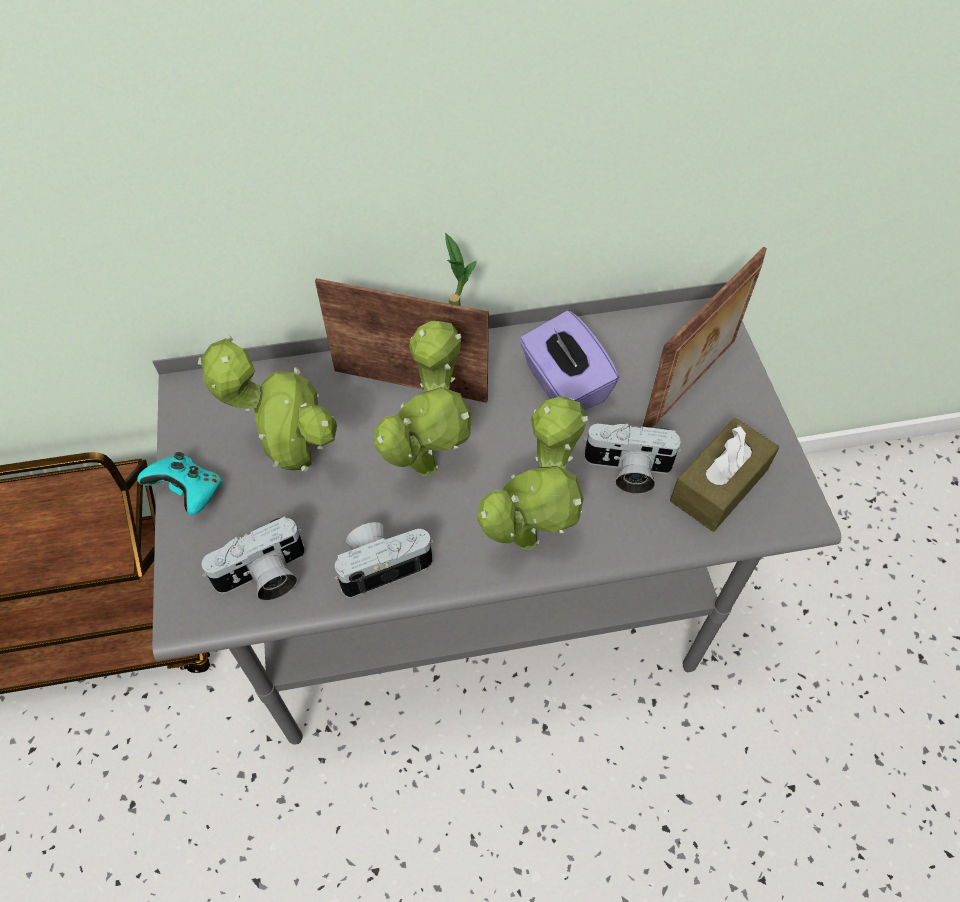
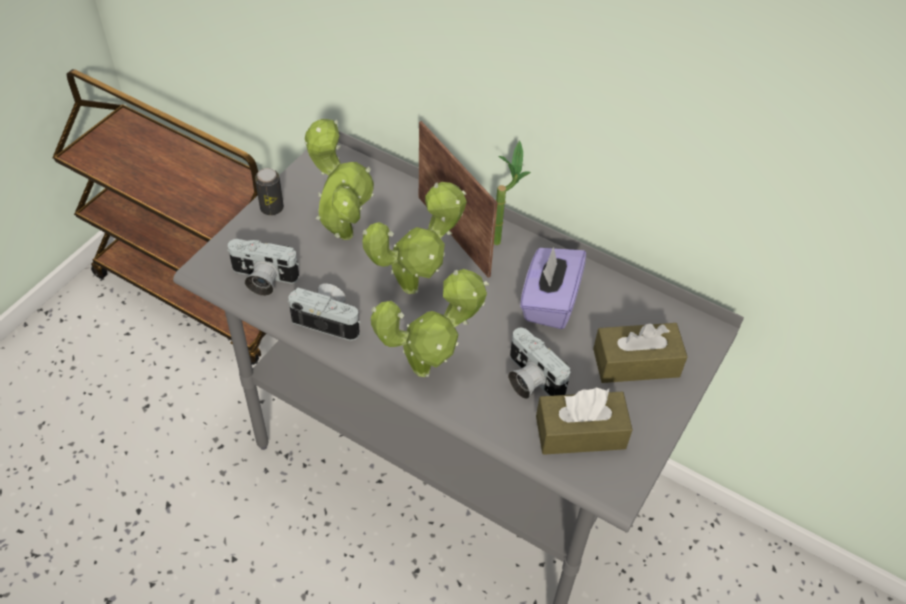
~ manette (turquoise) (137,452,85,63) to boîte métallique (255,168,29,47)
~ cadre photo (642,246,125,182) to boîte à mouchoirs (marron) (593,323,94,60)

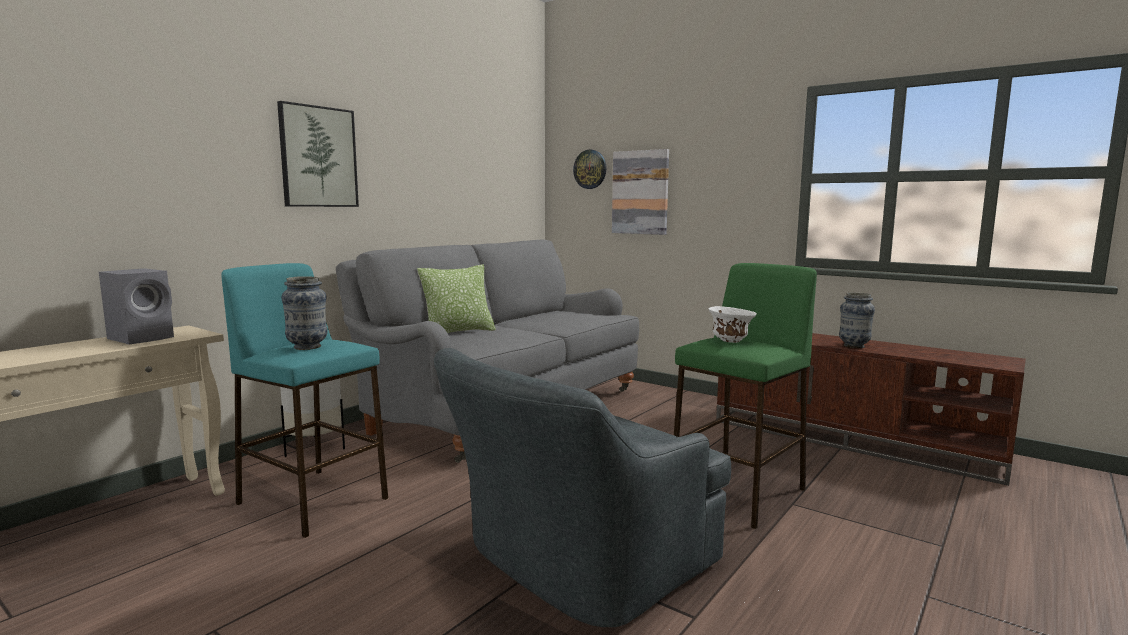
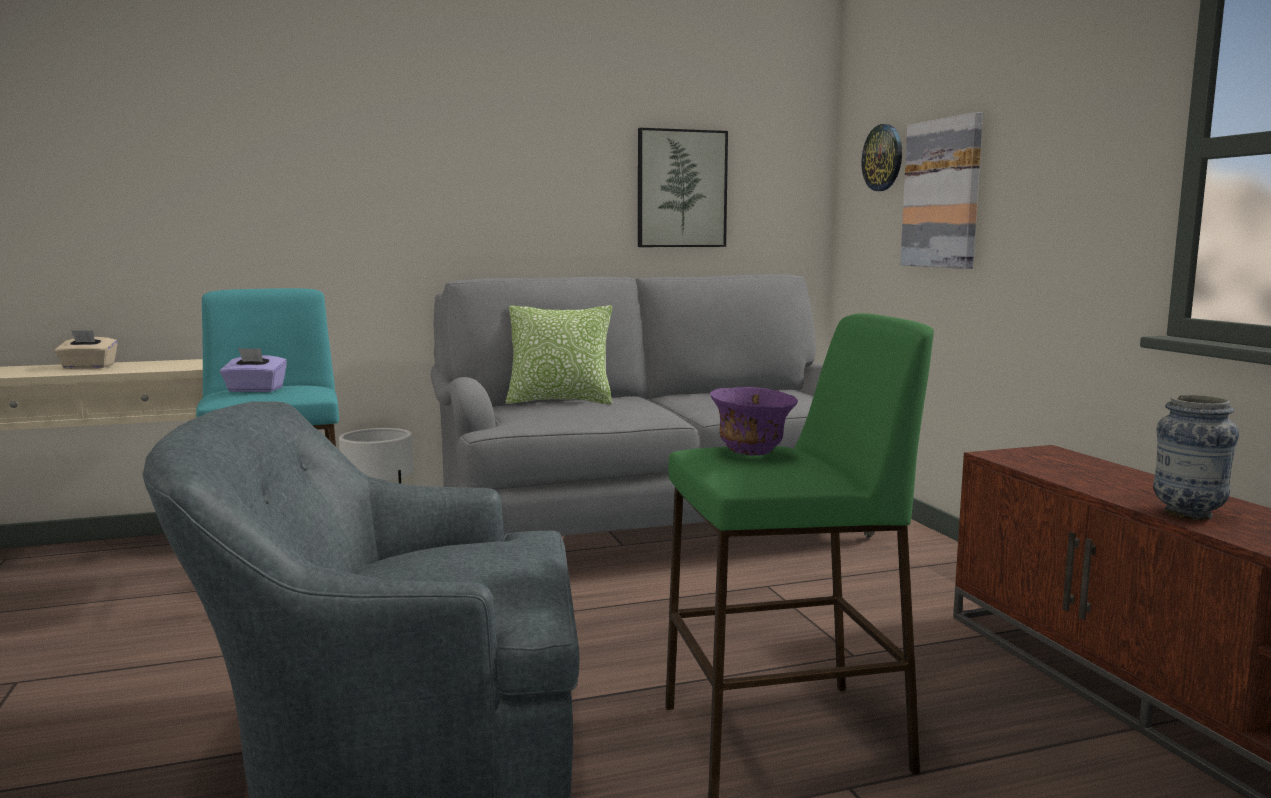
+ boîte à mouchoirs (beige) (55,330,63,39)
~ vase (281,276,46,74) to boîte à mouchoirs (violet) (220,348,67,44)
~ tableau (277,101,82,106) to (638,128,90,119)
~ bol (blanc) (708,306,49,37) to bol (violet) (710,387,88,68)
- enceinte (gris) (99,268,75,76)

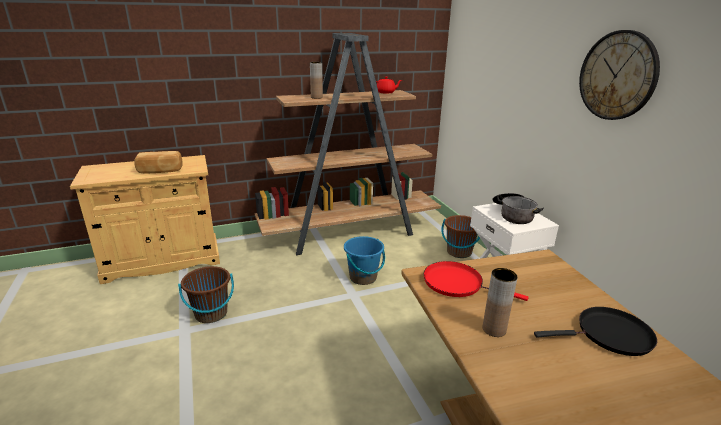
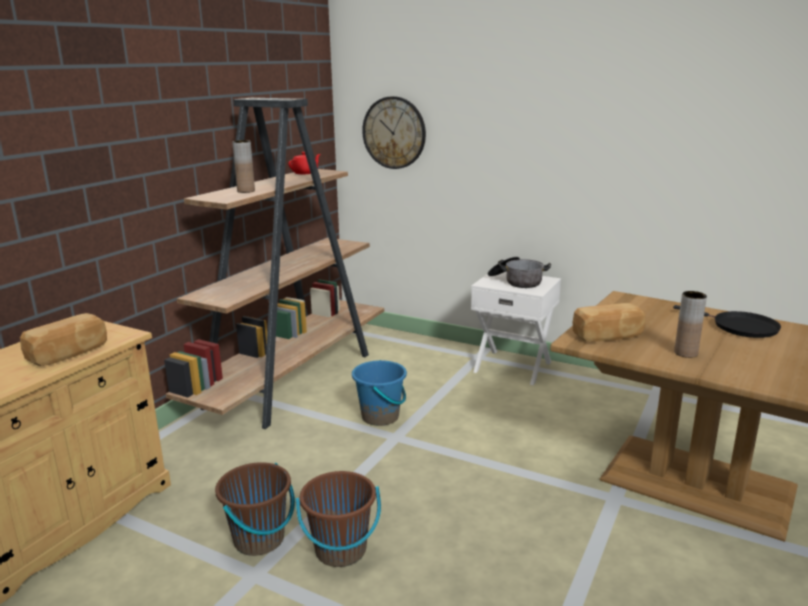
~ seau (marron) (441,215,39,43) to (295,471,86,96)
~ horloge murale (579,30,81,90) to (362,96,64,73)
~ poêle (rouge) (423,261,106,40) to pain (573,303,72,39)
~ poêle (noir) (534,307,123,49) = (673,305,108,33) 90 degrees clockwise

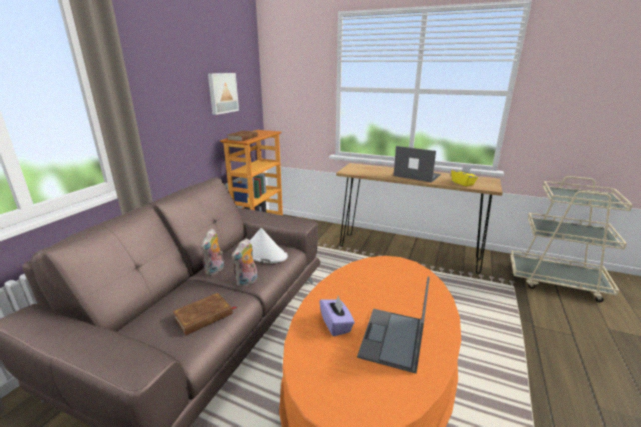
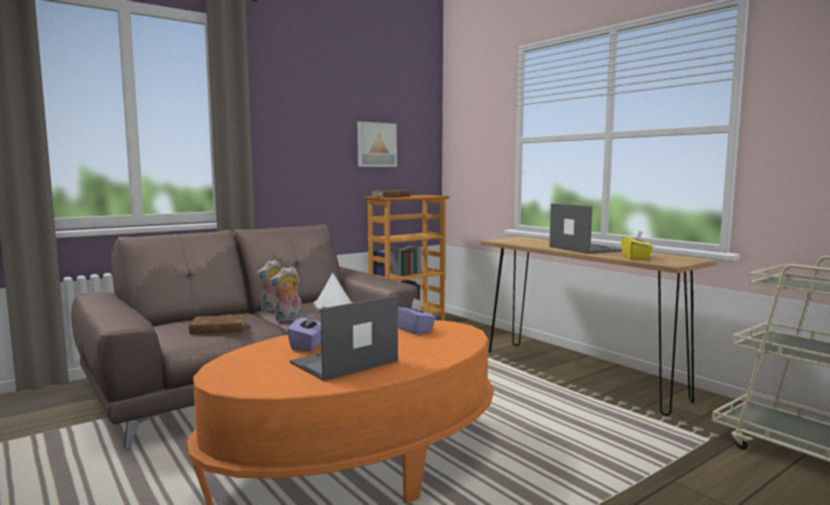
+ boîte à mouchoirs (violet) (398,299,38,36)

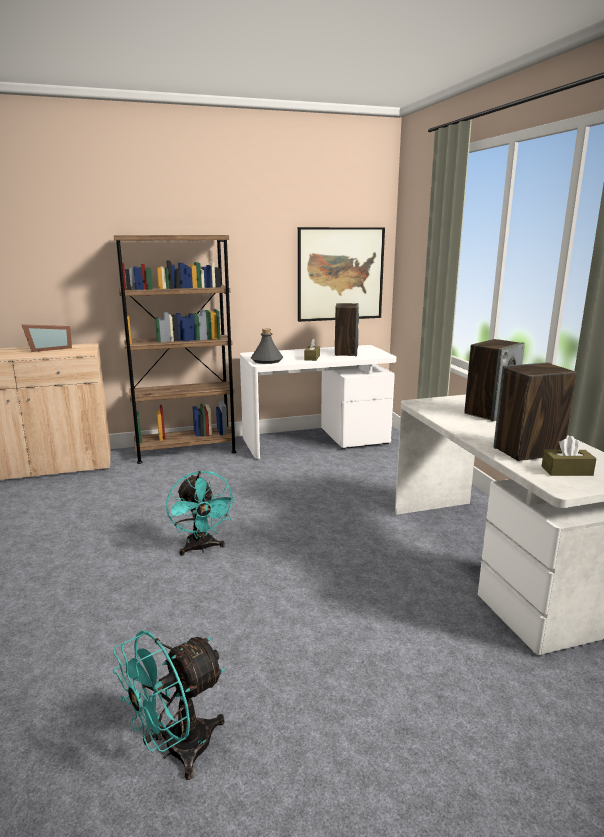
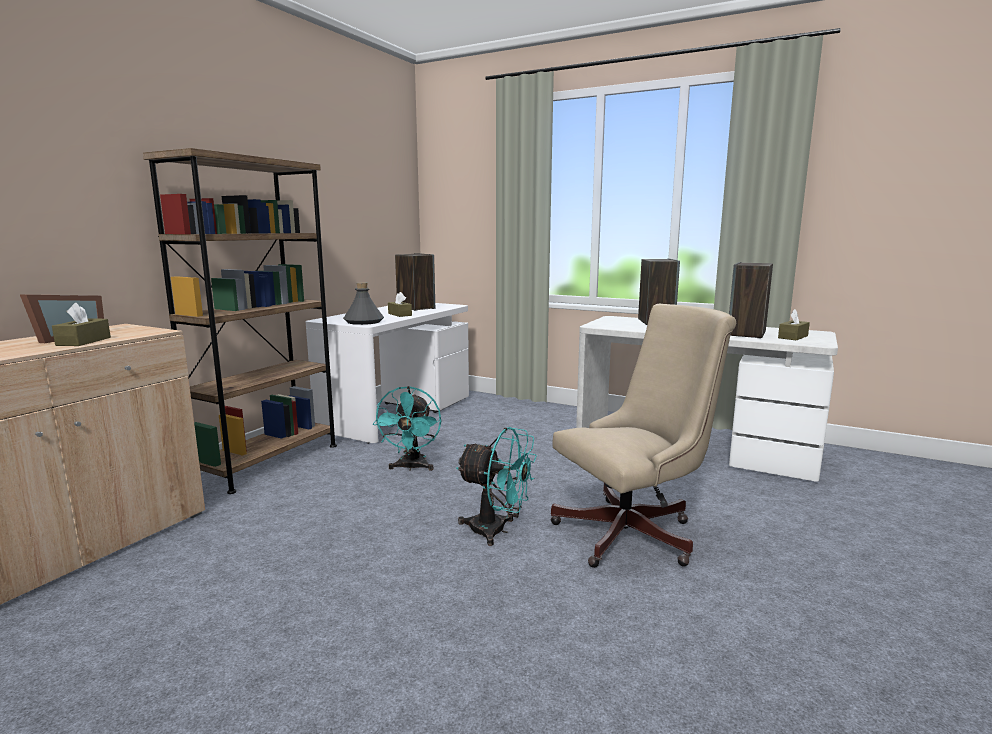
+ boîte à mouchoirs (marron) (52,303,59,43)
~ ventilateur (turquoise) (113,630,112,150) to (373,386,68,85)
+ chaise de bureau (beige) (551,304,185,264)
- tableau (298,227,87,95)

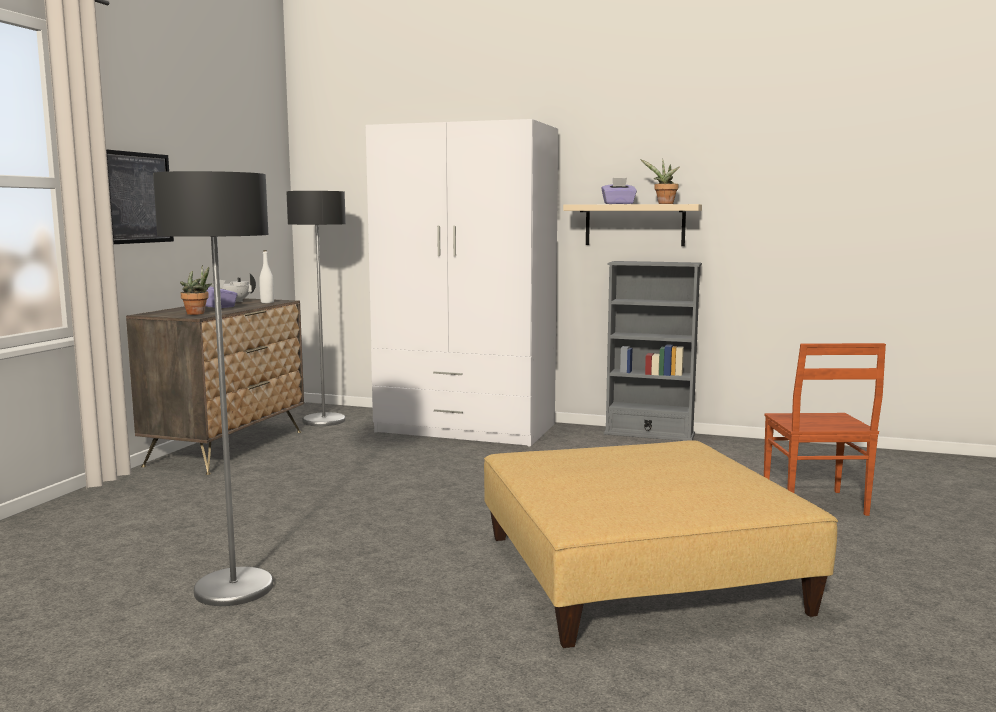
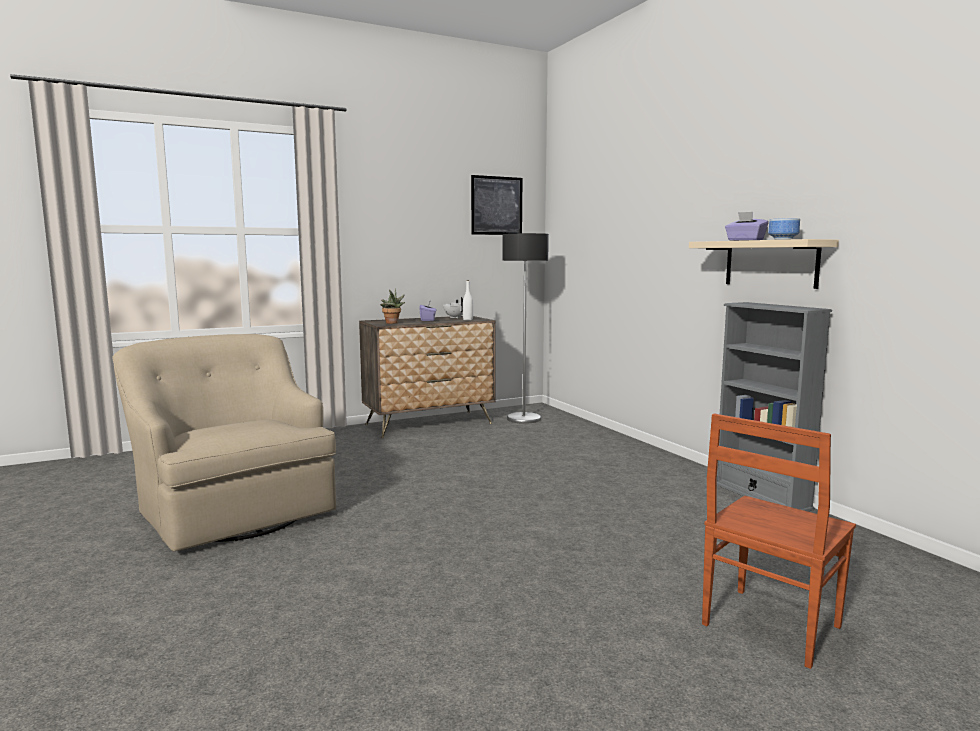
~ lampadaire (153,171,120,435) to fauteuil (beige) (112,334,224,217)
~ tableau (106,149,68,95) to (471,175,51,60)
~ plante en pot (640,159,40,45) to bol (768,218,32,22)
- armoire (blanc) (366,119,192,328)
- pouf (beige) (484,440,354,208)

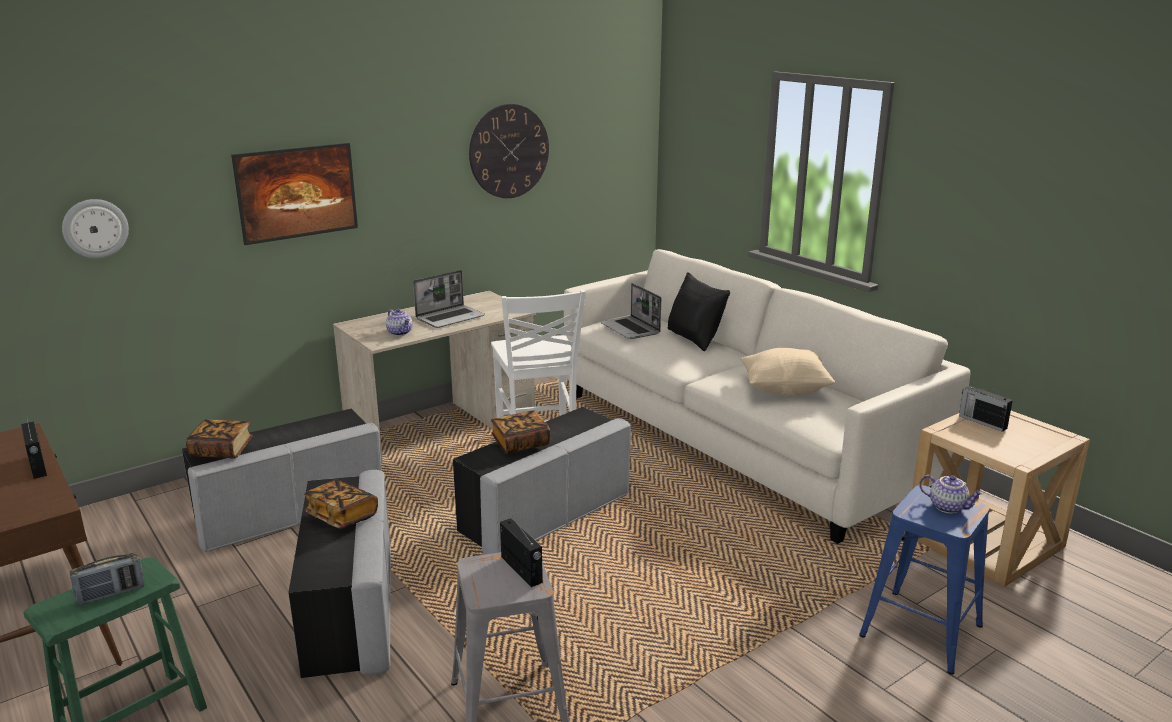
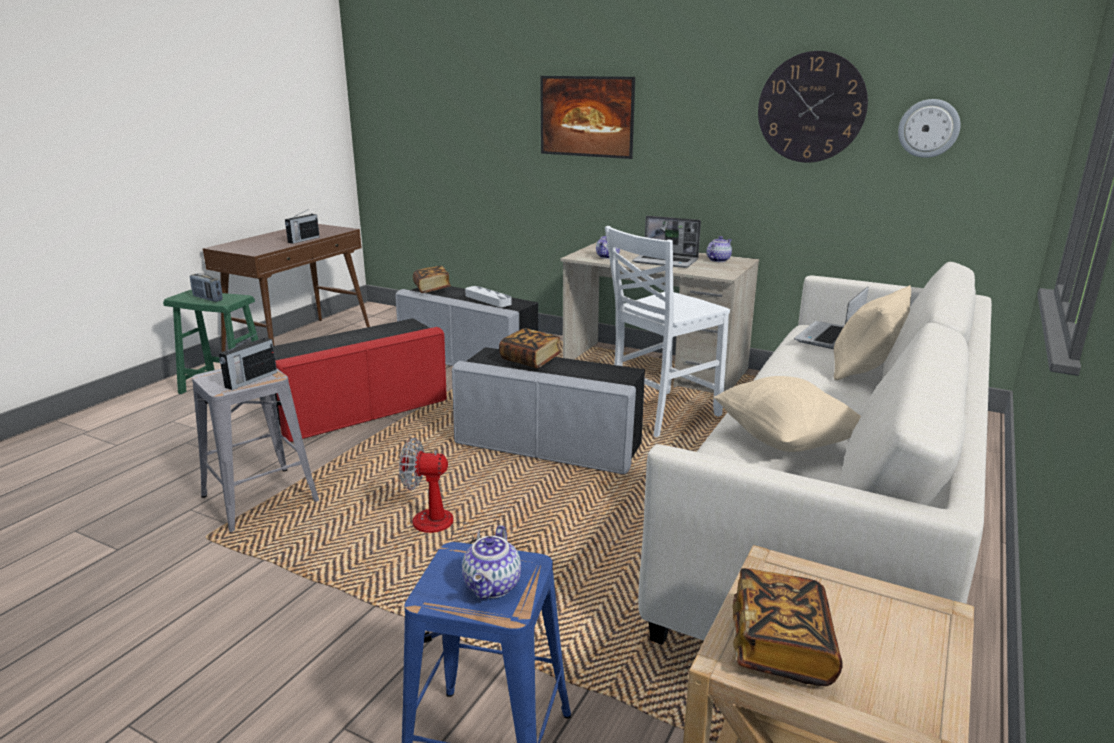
~ pouf (gris) (288,470,103,208) to pouf (rouge) (273,318,174,124)
+ ventilateur (399,438,81,106)
+ plateau (gris) (465,286,47,21)
+ théière (707,236,25,26)
~ livre (304,480,74,49) to (732,568,111,118)
~ coussin (noir) (668,272,62,79) to coussin (beige) (834,285,77,95)
~ horloge murale (62,199,67,59) to (898,99,63,59)
- radio (959,386,54,46)

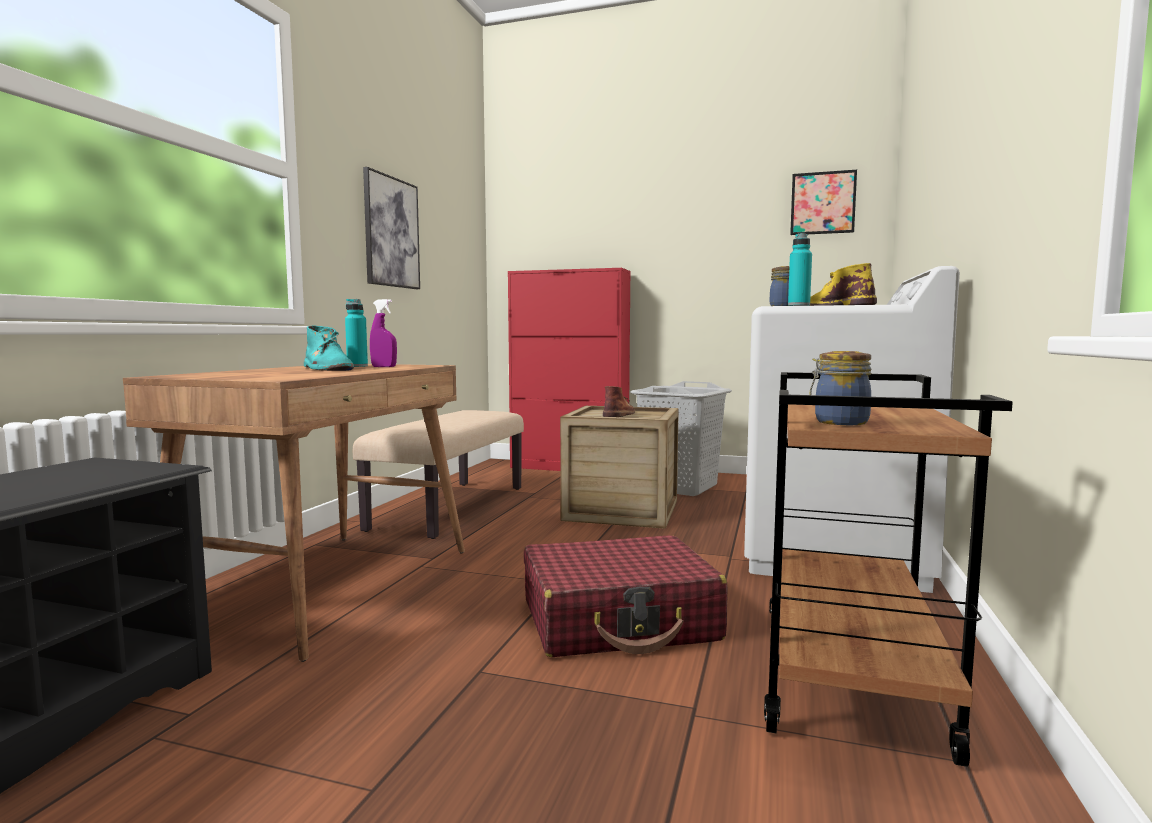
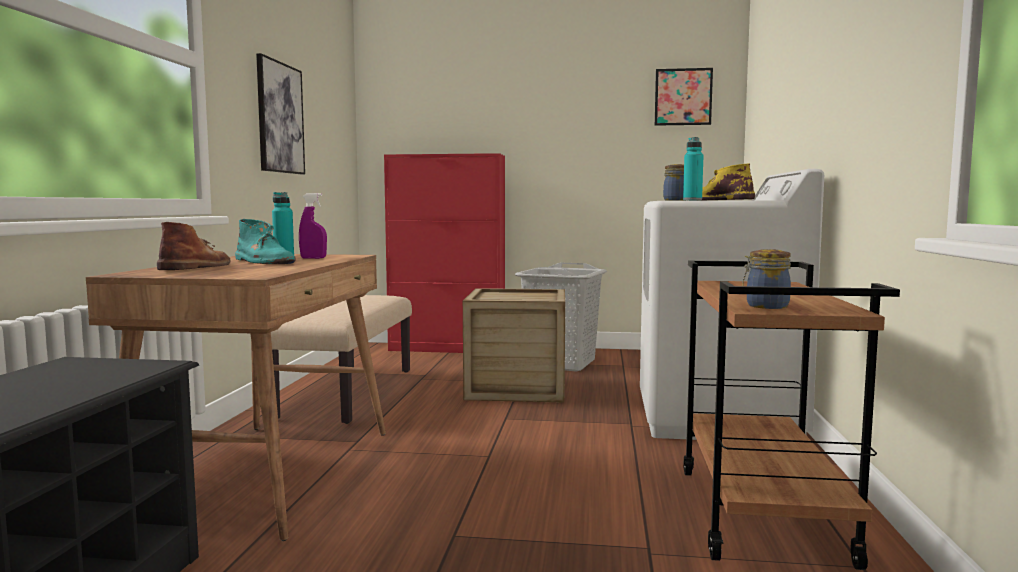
~ botte (marron) (603,386,32,31) to (157,222,74,48)
- valise (rouge) (524,535,204,122)

